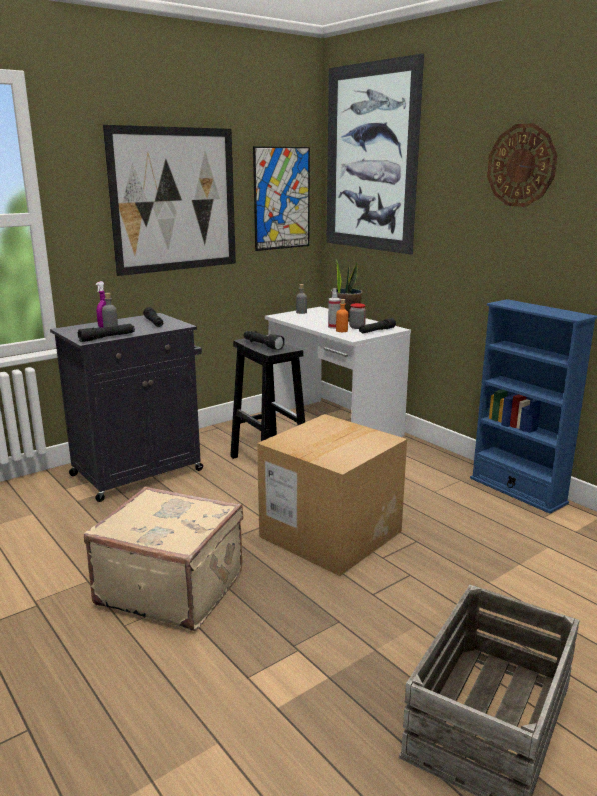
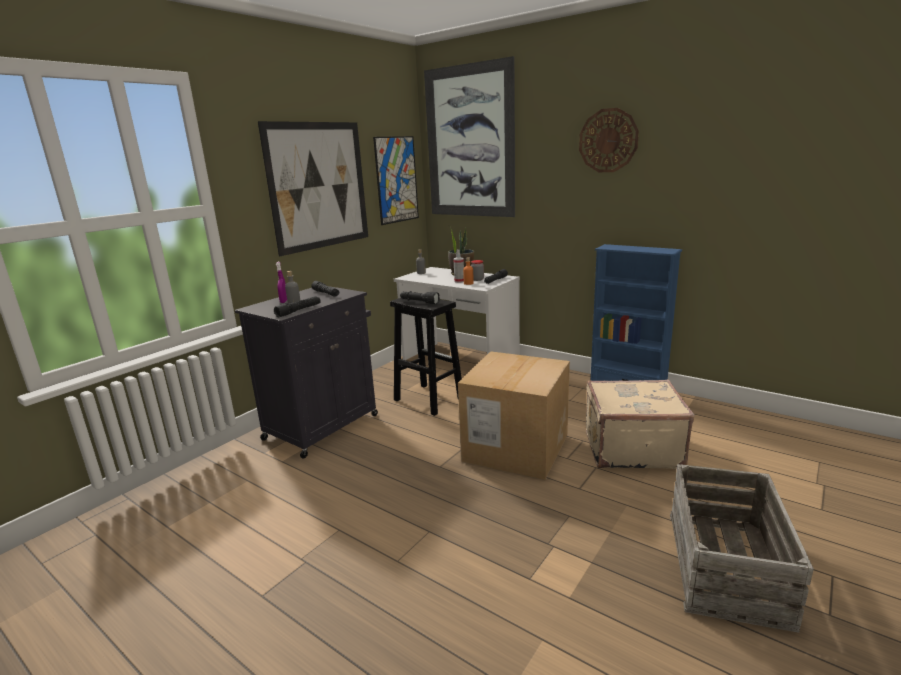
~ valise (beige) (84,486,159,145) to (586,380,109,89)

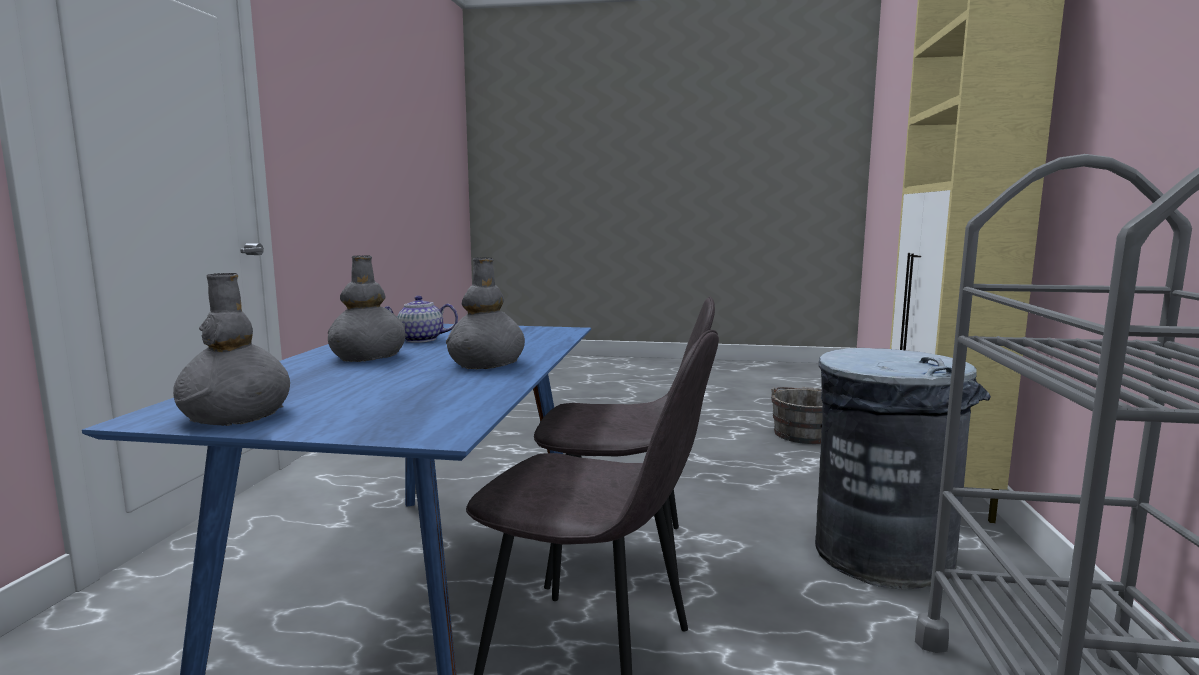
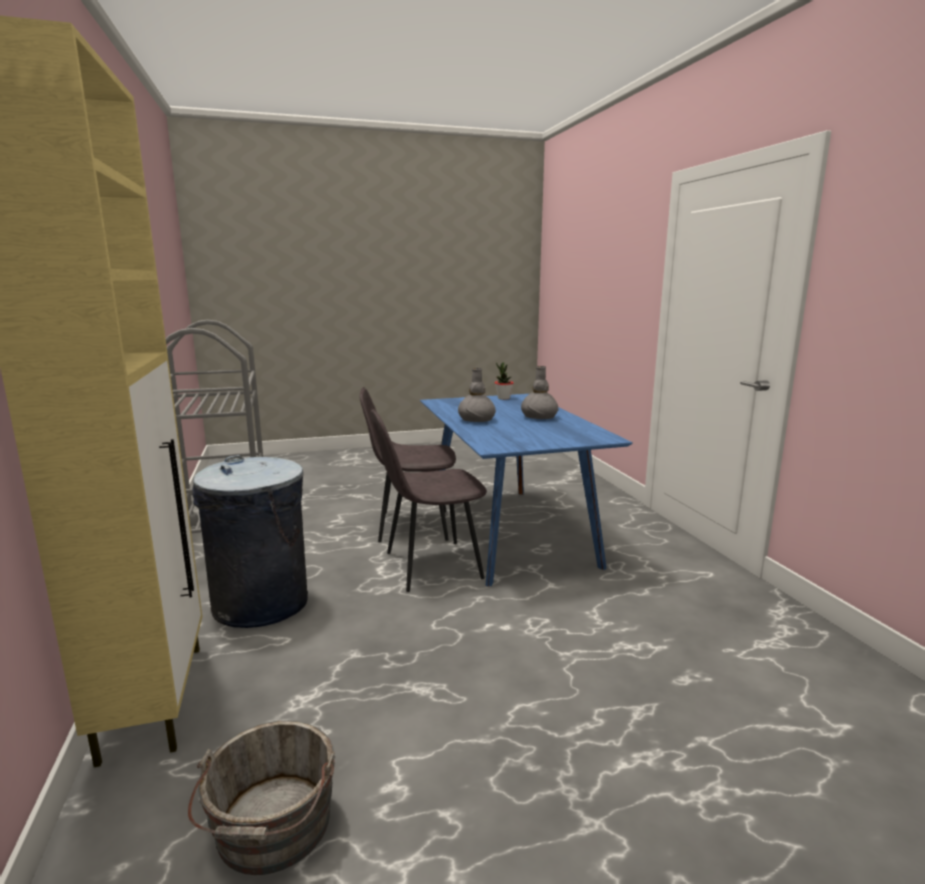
~ vase (gris) (173,273,117,153) to plante en pot (495,362,18,38)
- théière (384,296,74,47)

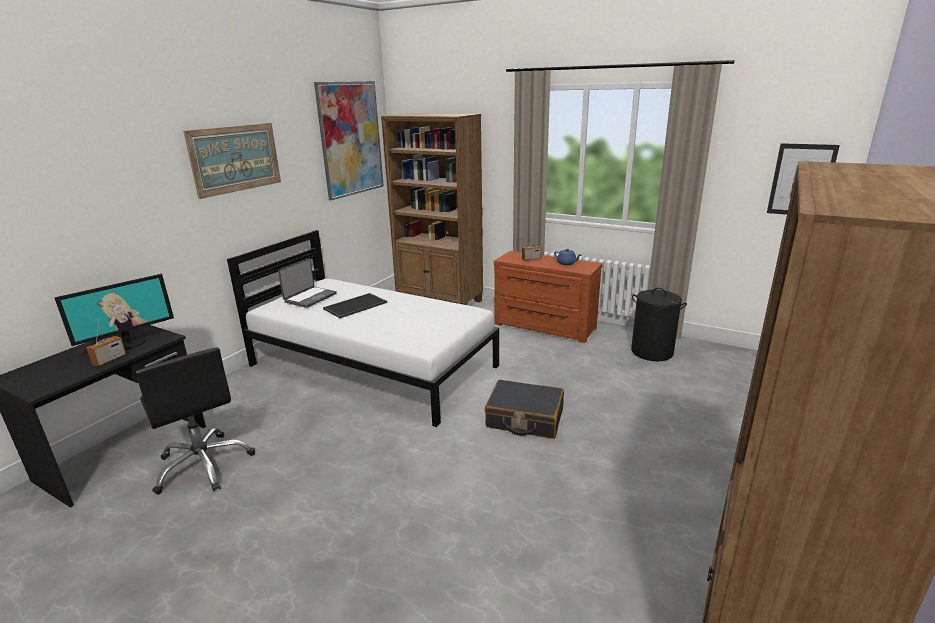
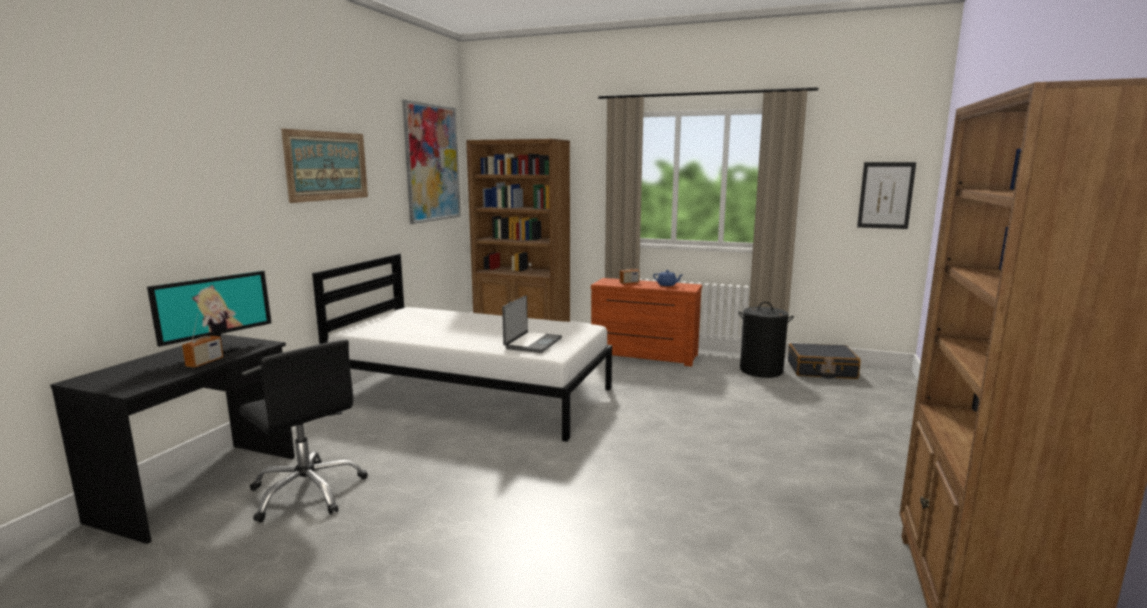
~ ordinateur portable (278,259,59,49) to (502,296,60,57)
~ valise (noir) (485,380,79,59) to (788,343,73,36)
- plateau (323,293,64,25)

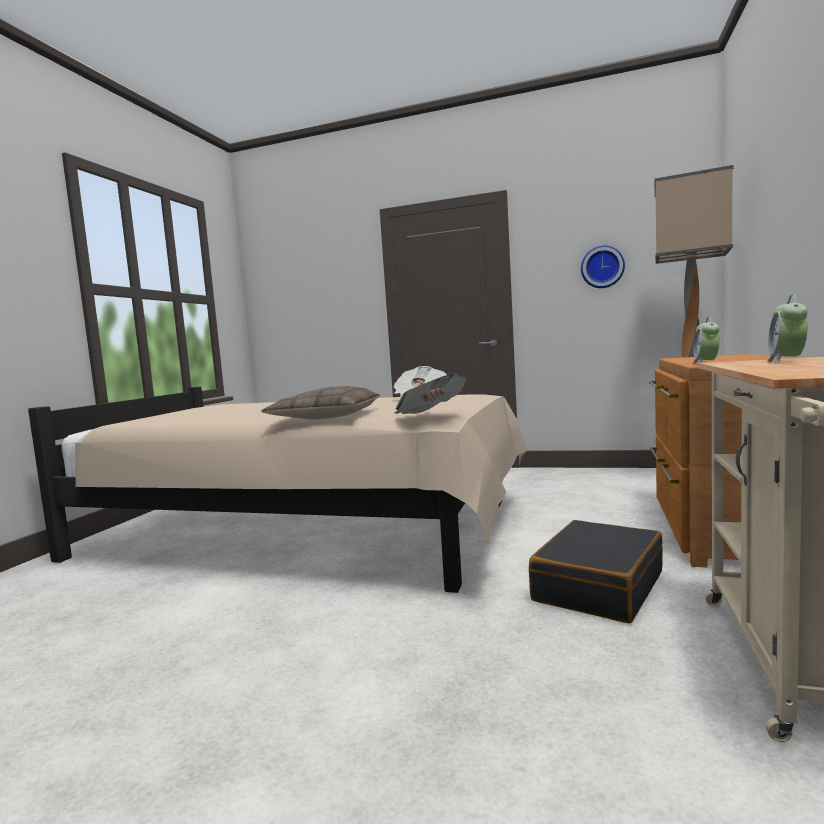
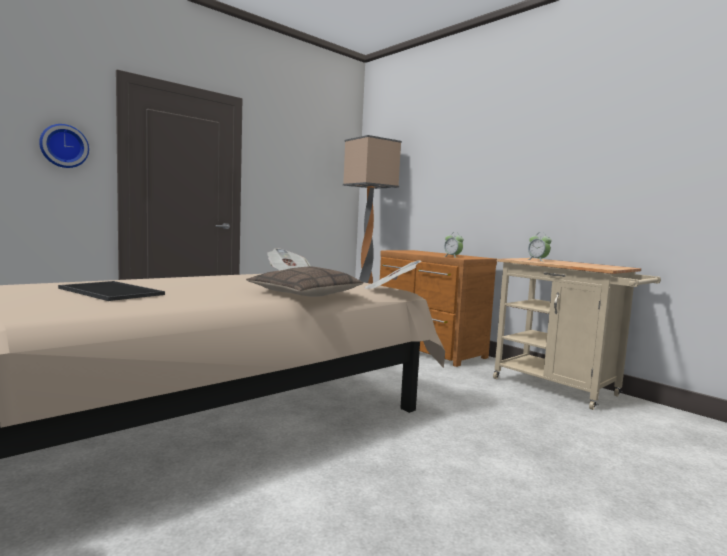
~ horloge murale (581,246,44,42) to (39,124,50,44)
+ plateau (58,281,107,20)
- valise (noir) (529,520,134,103)

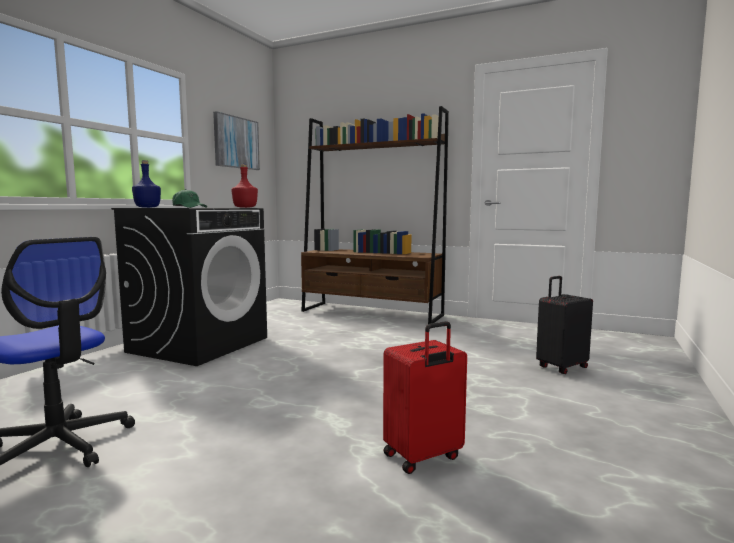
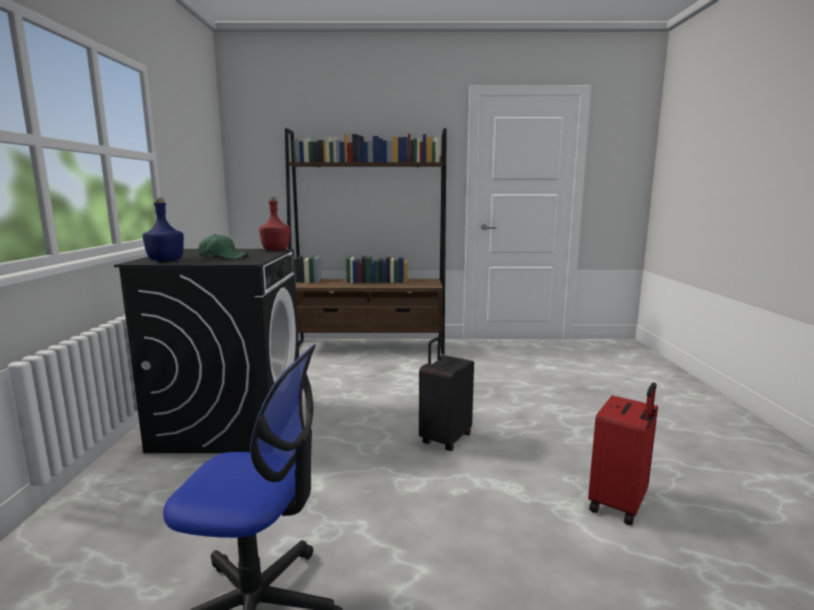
~ valise (noir) (536,276,57,98) to (419,337,55,114)
- tableau (213,111,47,59)

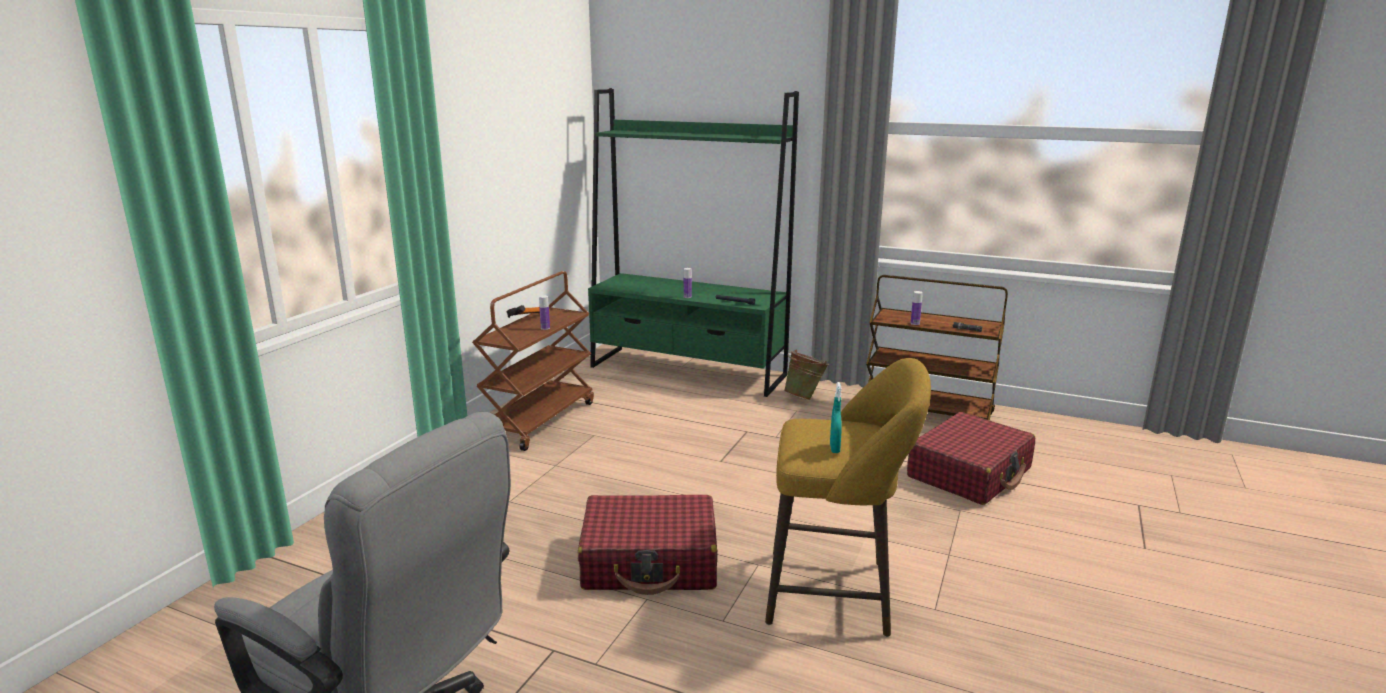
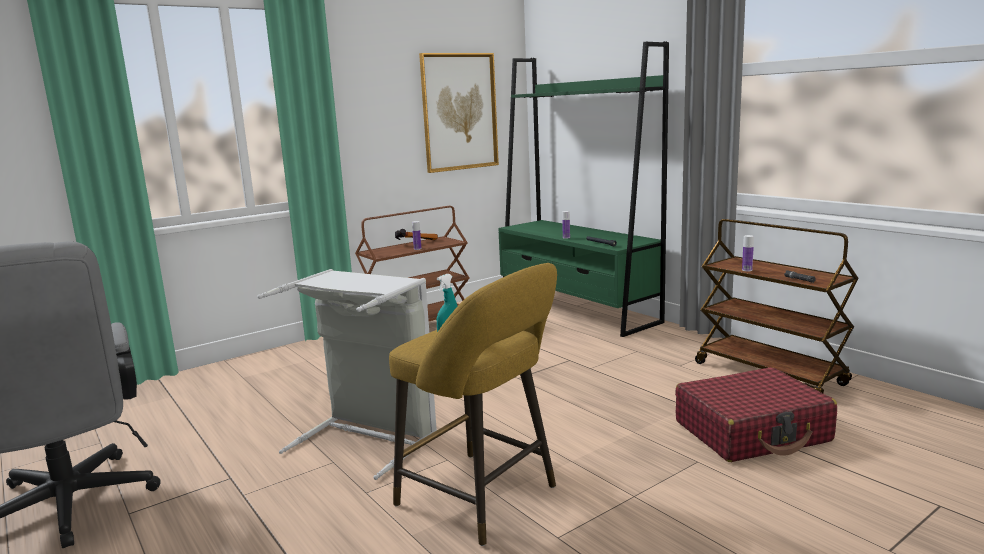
~ valise (rouge) (578,495,139,100) to panier à linge (gris) (257,269,180,211)
+ tableau (419,53,80,120)
- seau (vert) (784,350,45,50)

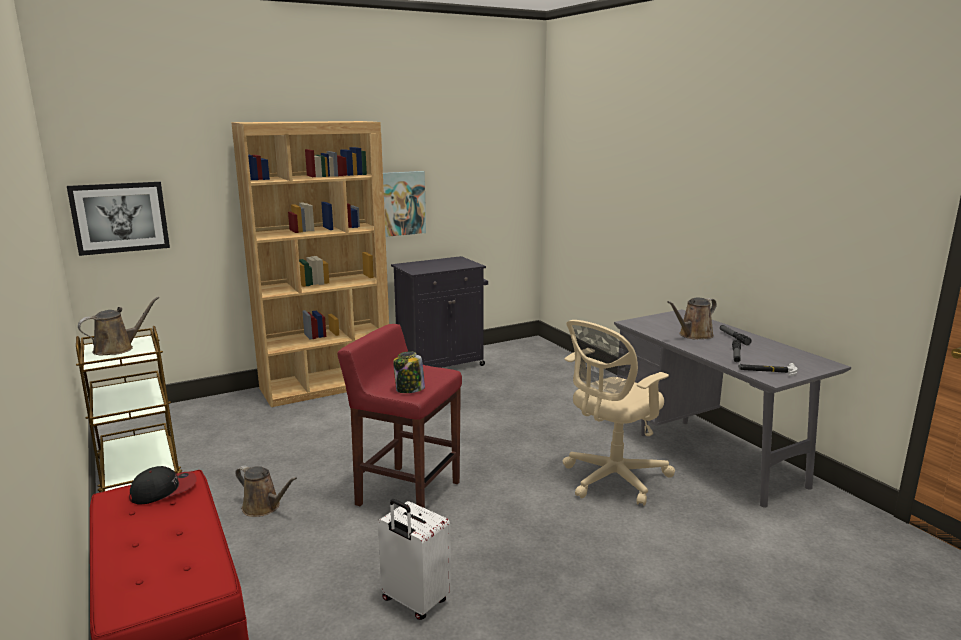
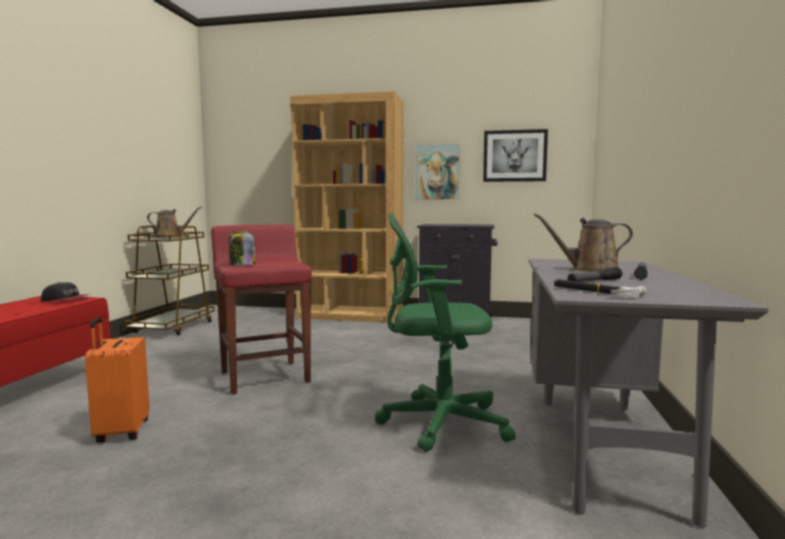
~ valise (blanc) (378,499,73,121) to valise (orange) (85,317,65,126)
~ chaise de bureau (beige) (563,320,112,186) to chaise de bureau (vert) (375,213,141,239)
~ tableau (67,182,103,74) to (483,129,65,53)
- arrosoir (marron) (235,466,62,51)

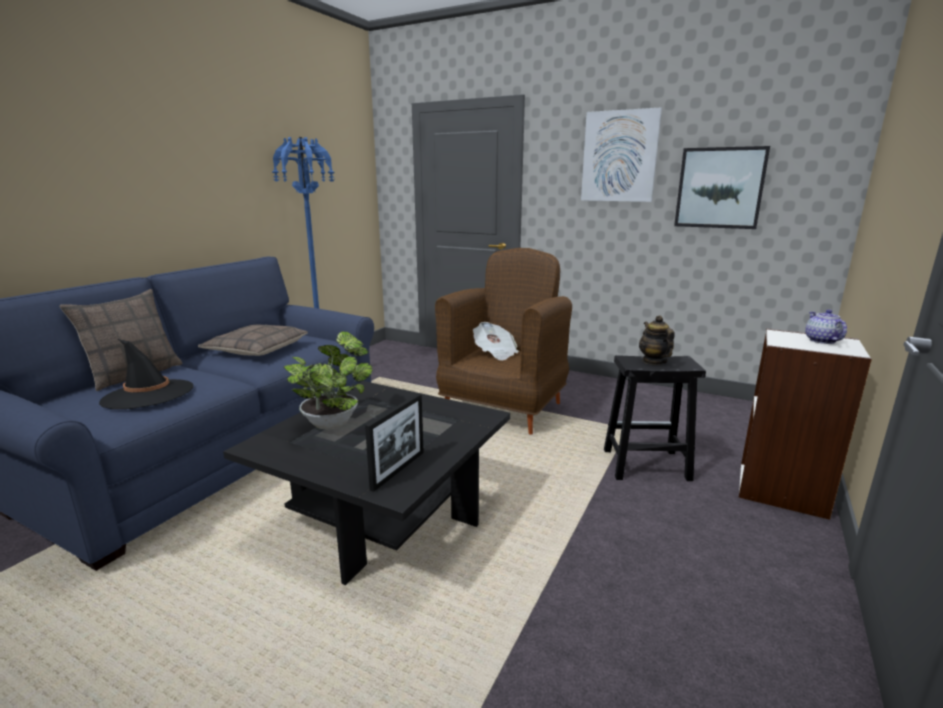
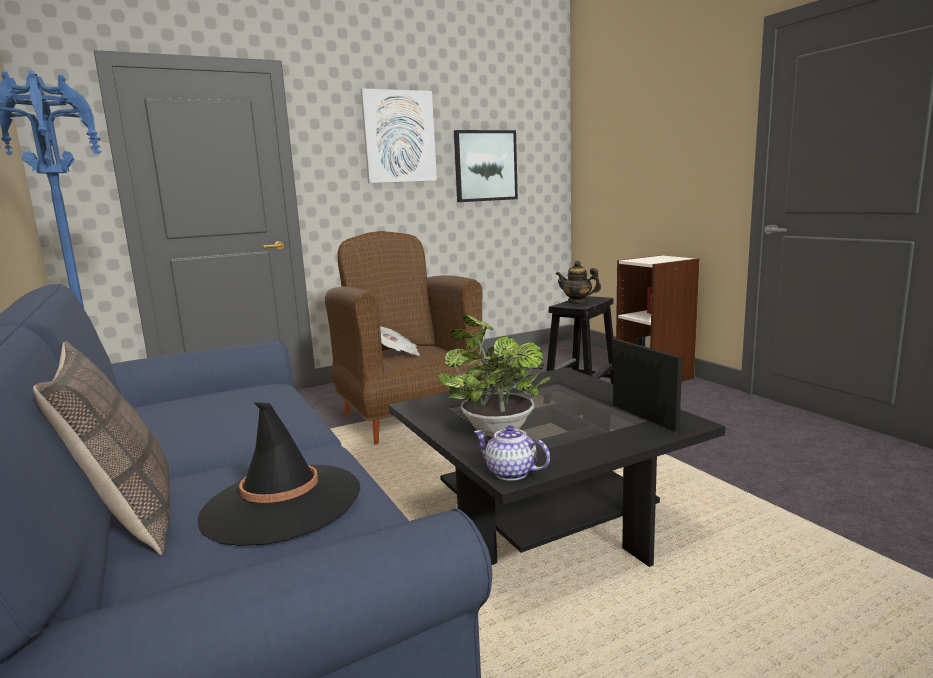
~ théière (805,309,42,35) to (474,425,76,56)
- coussin (198,325,110,31)

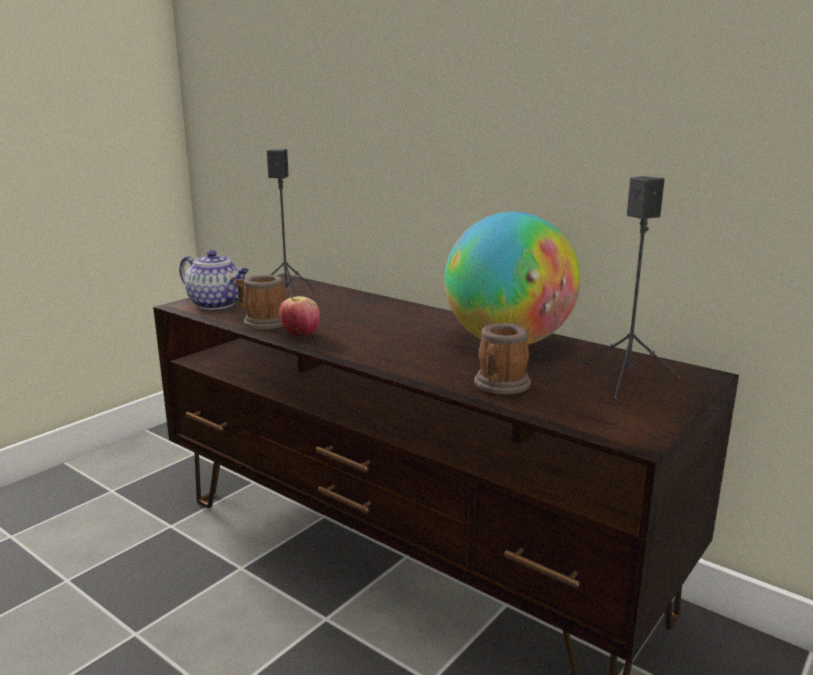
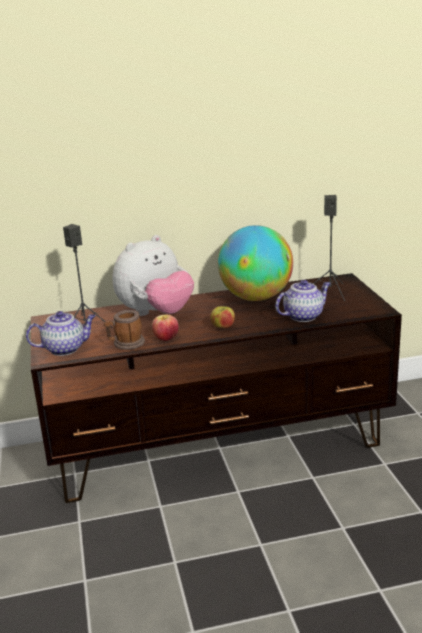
+ peluche (112,235,82,81)
+ pomme (210,306,25,22)
~ mug (474,323,57,71) to théière (275,280,56,42)

